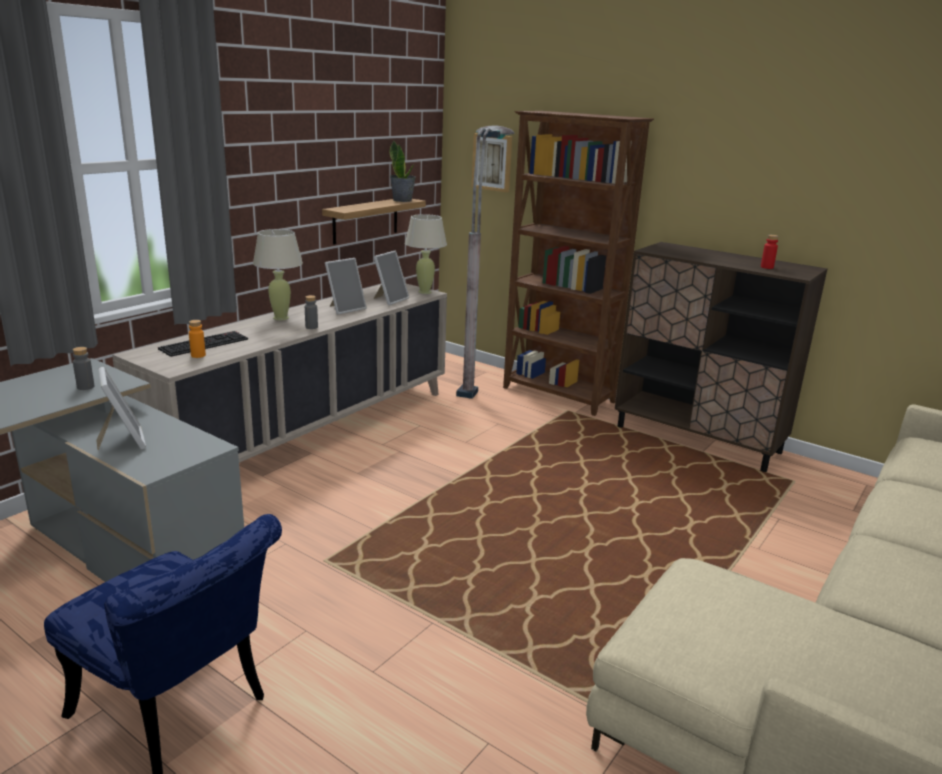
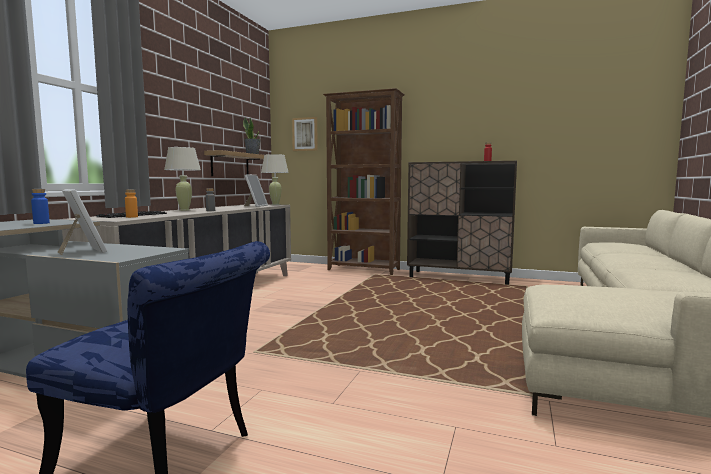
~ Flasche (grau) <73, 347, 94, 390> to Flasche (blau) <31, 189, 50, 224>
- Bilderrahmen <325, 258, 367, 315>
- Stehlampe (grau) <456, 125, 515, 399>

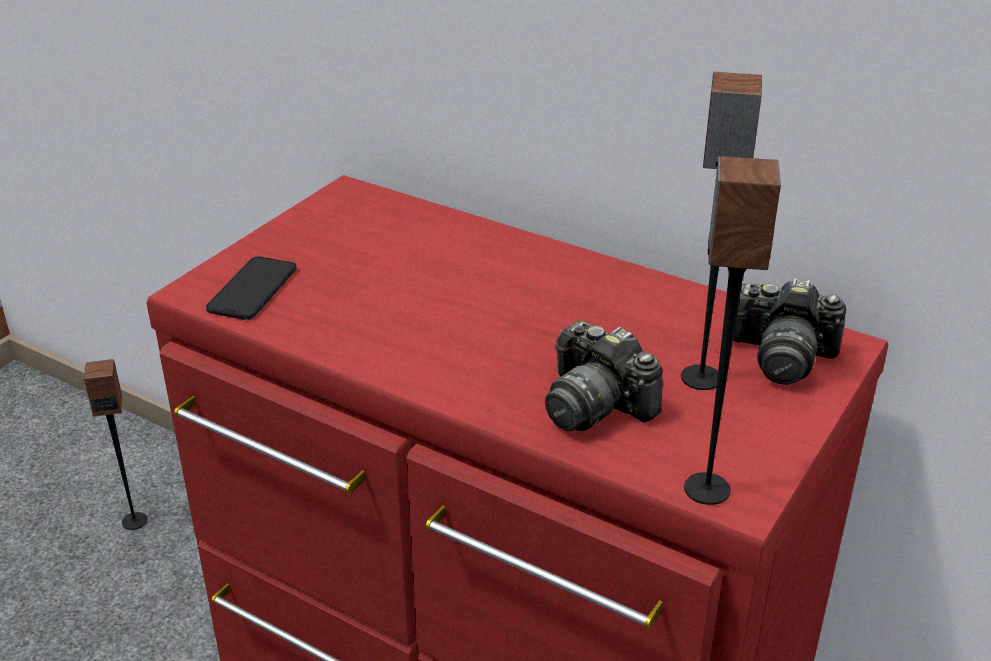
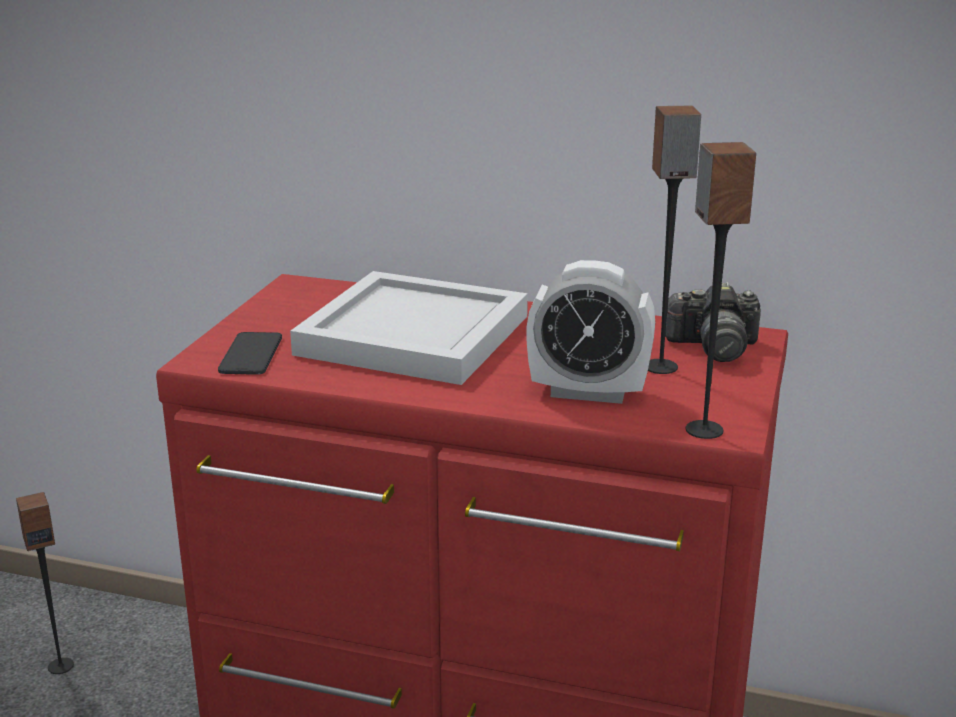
~ Kamera <545, 320, 663, 431> to Wecker <526, 260, 655, 404>
+ Tablett (weiß) <290, 271, 528, 385>

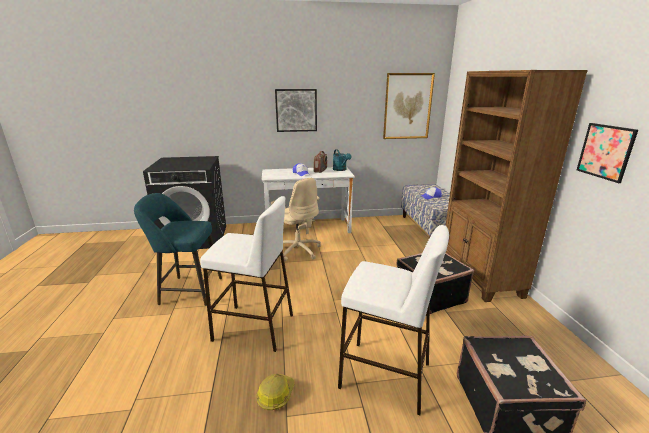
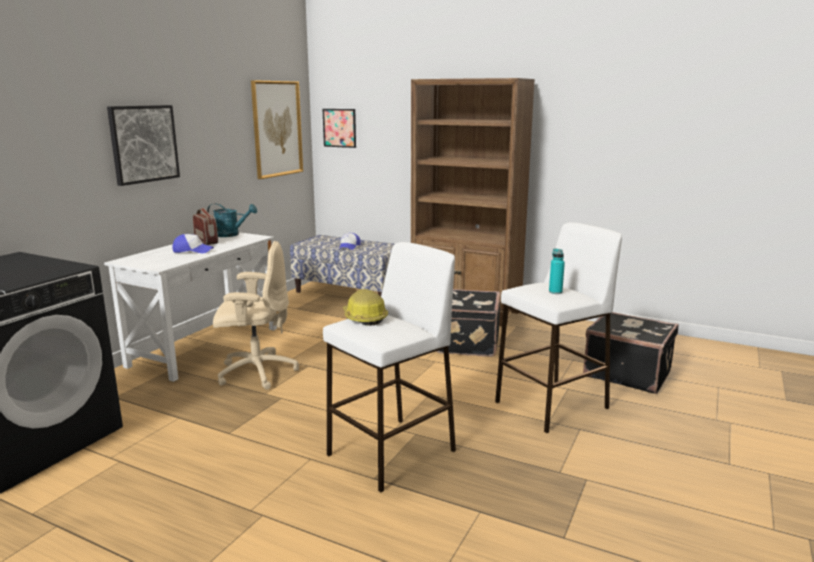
- Hocker (türkis) <134, 193, 222, 306>
~ Schutzhelm <256, 374, 295, 410> to <343, 289, 388, 326>
~ Bild <577, 123, 638, 183> to <323, 109, 356, 148>
+ Flasche (türkis) <549, 248, 565, 294>

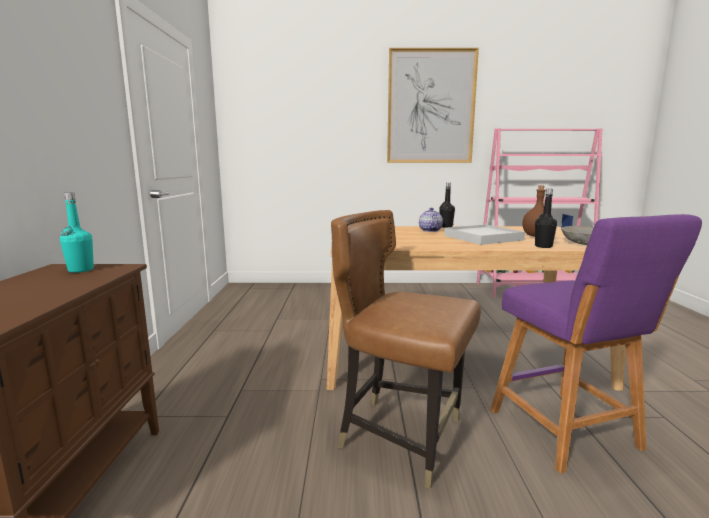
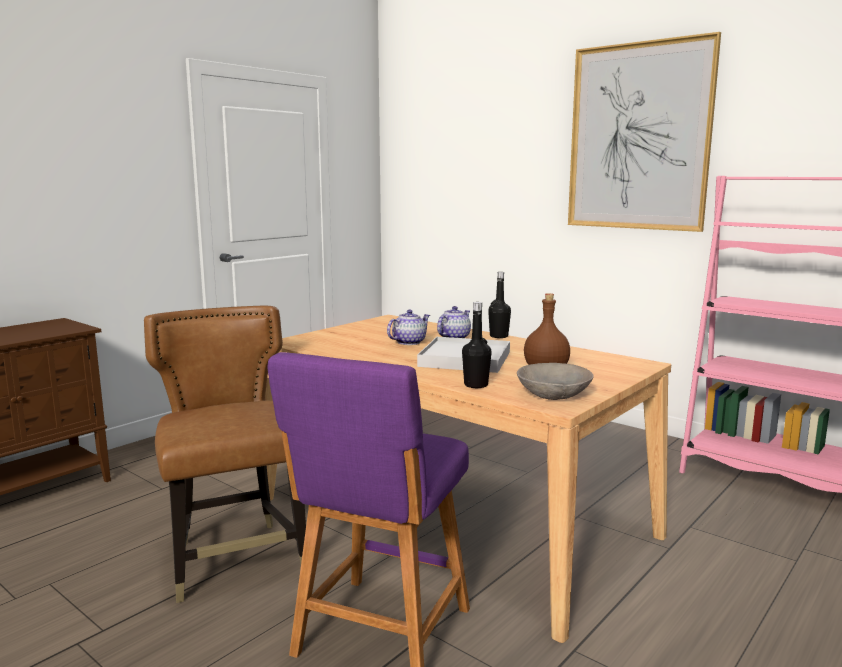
- Flasche (türkis) <60, 192, 94, 273>
+ Teekanne <387, 310, 430, 345>

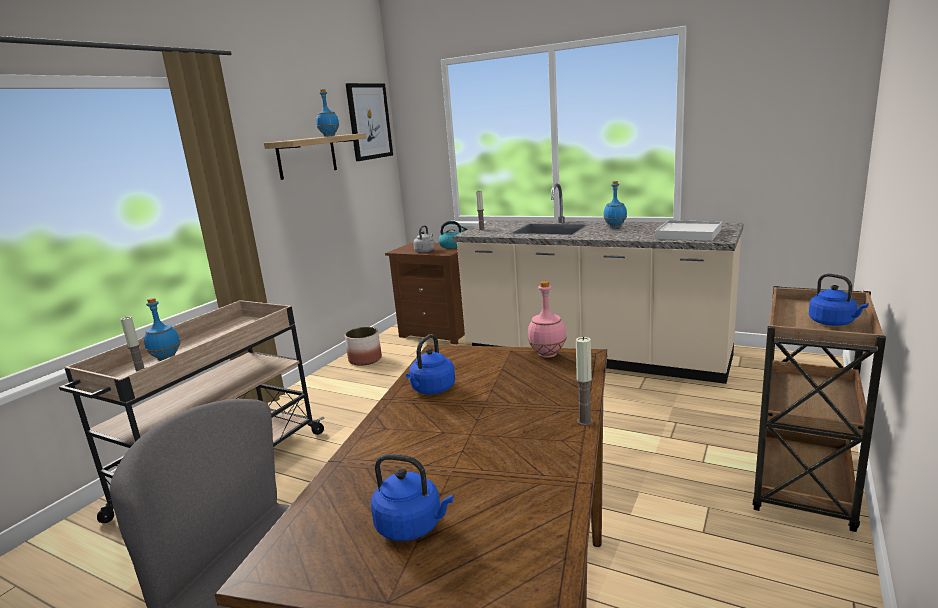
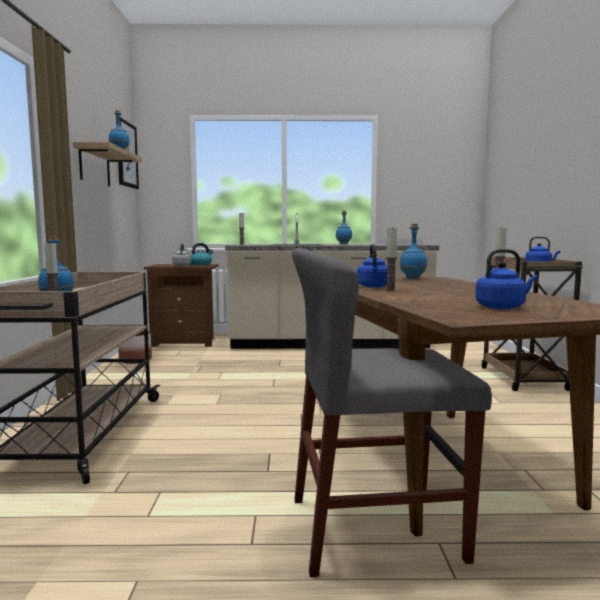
~ Flasche (rosa) <528, 281, 567, 358> to Flasche (blau) <399, 224, 427, 279>
+ Kerze <385, 226, 397, 291>

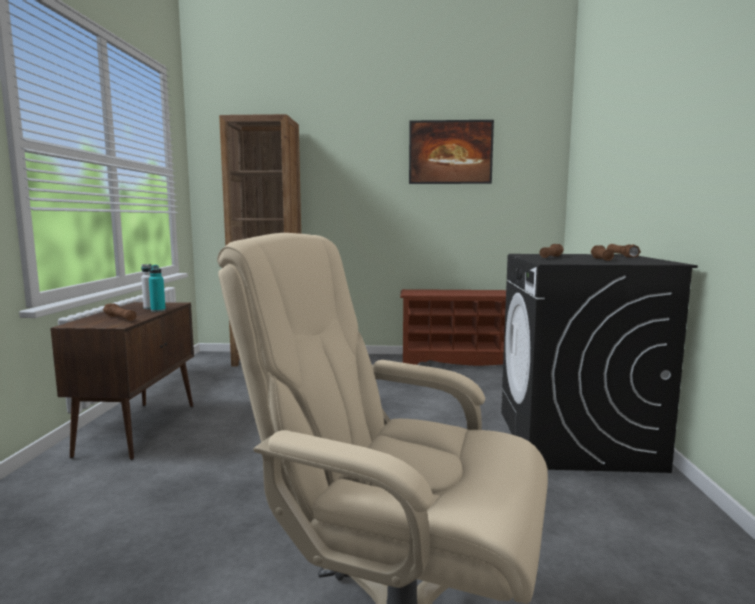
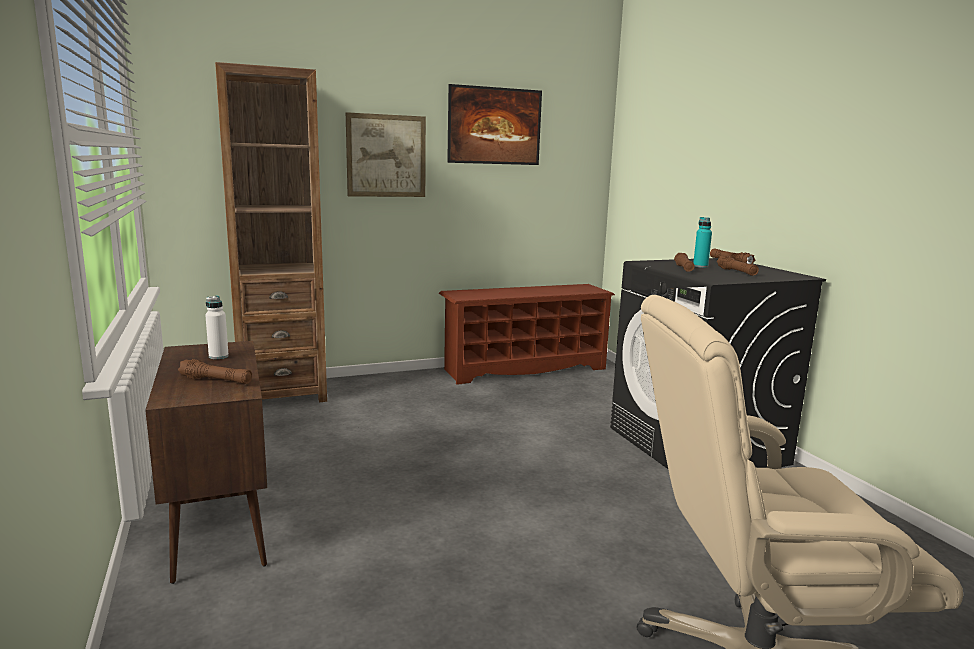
~ Flasche (türkis) <149, 265, 166, 312> to <693, 217, 712, 268>
+ Bild <346, 112, 426, 197>

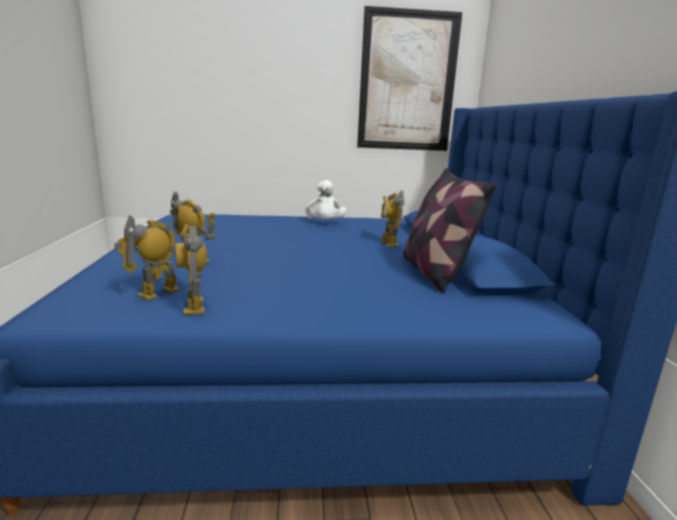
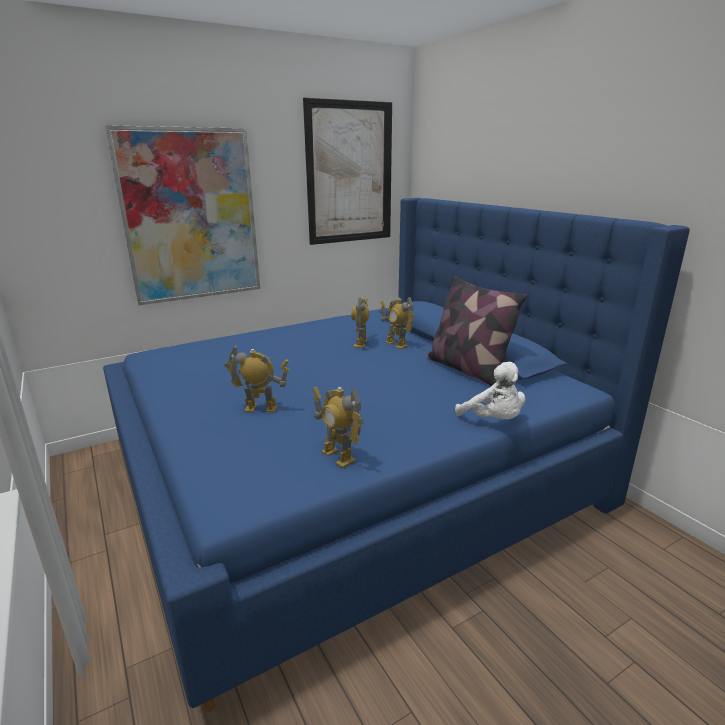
~ Spielzeugroboter <114, 215, 190, 300> to <352, 297, 369, 348>
~ Plüschtier (weiß) <305, 180, 346, 219> to <455, 362, 525, 419>
+ Bild <105, 125, 260, 305>

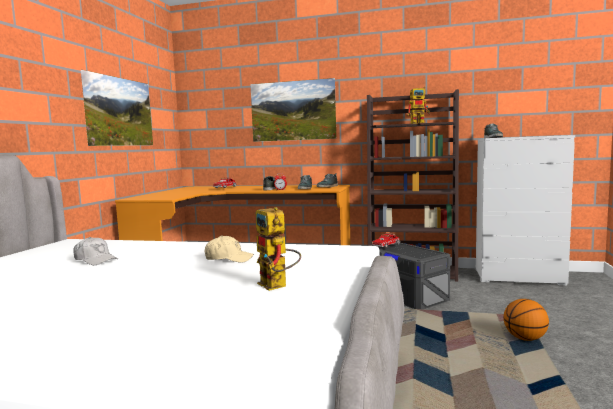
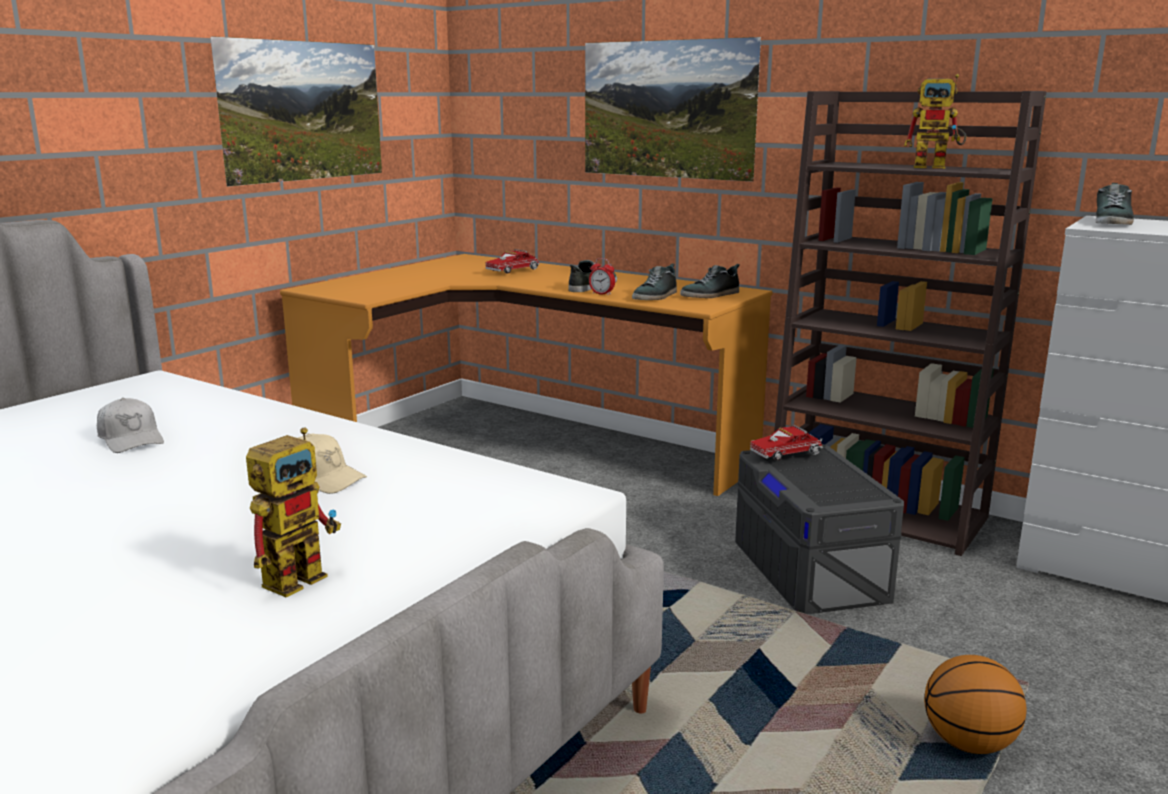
~ Spielzeugroboter <256, 207, 301, 291> = <246, 427, 341, 598> 135 degrees counterclockwise

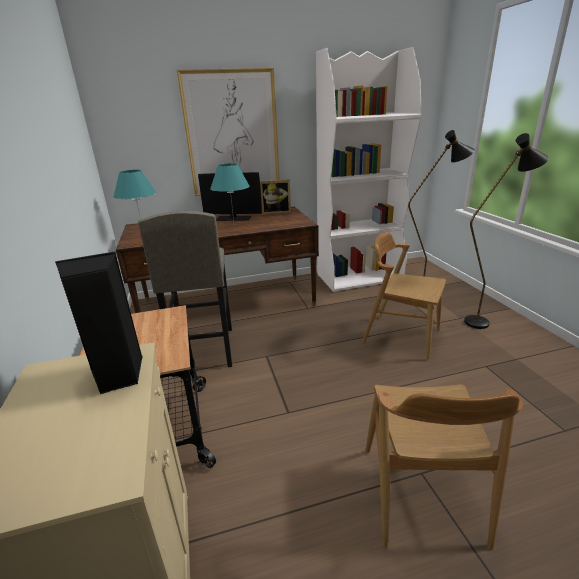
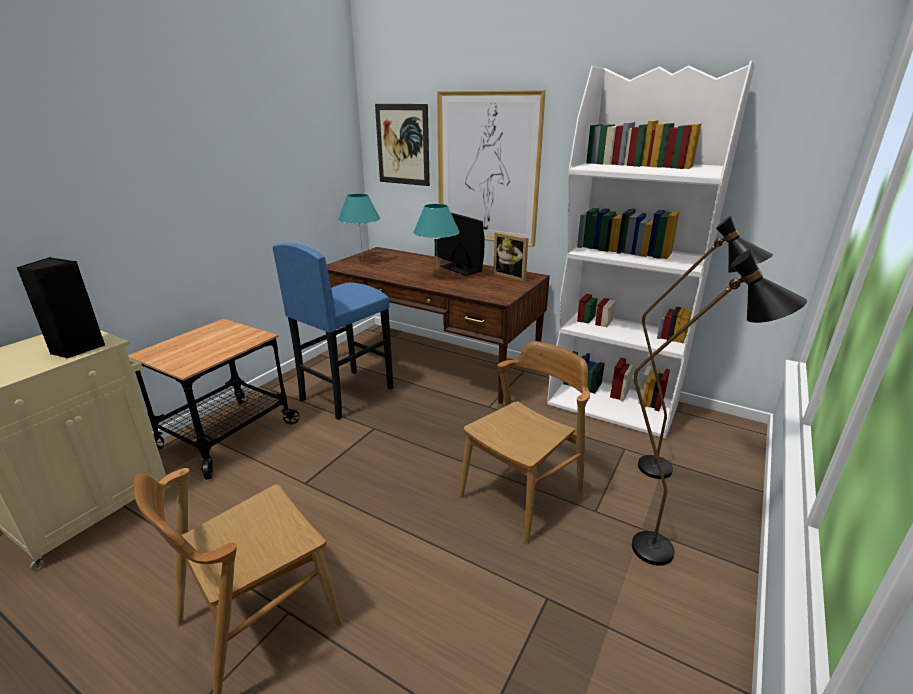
~ Hocker (grau) <138, 211, 232, 367> to Hocker (blau) <273, 243, 393, 420>
~ Stuhl (braun) <362, 231, 446, 360> = <459, 341, 590, 544> 60 degrees clockwise
+ Bild <375, 104, 430, 186>

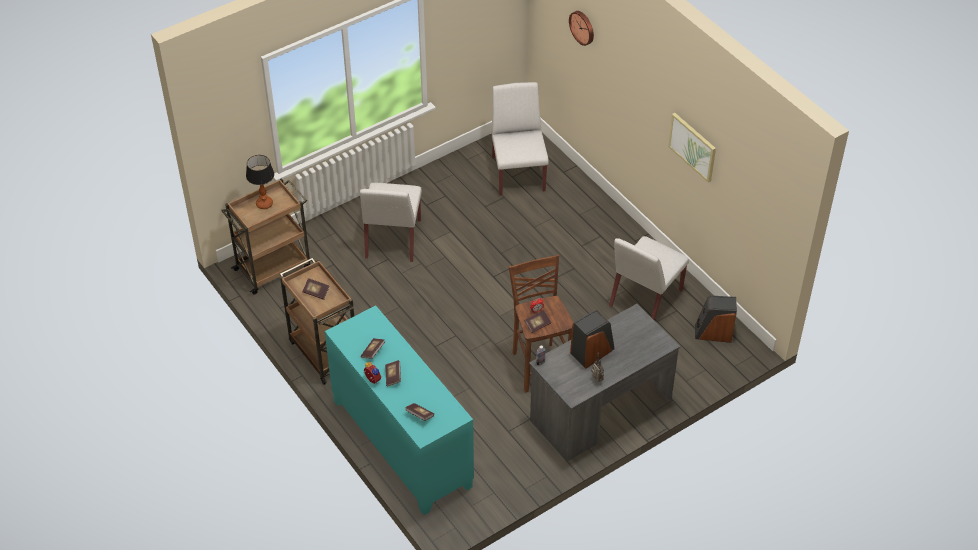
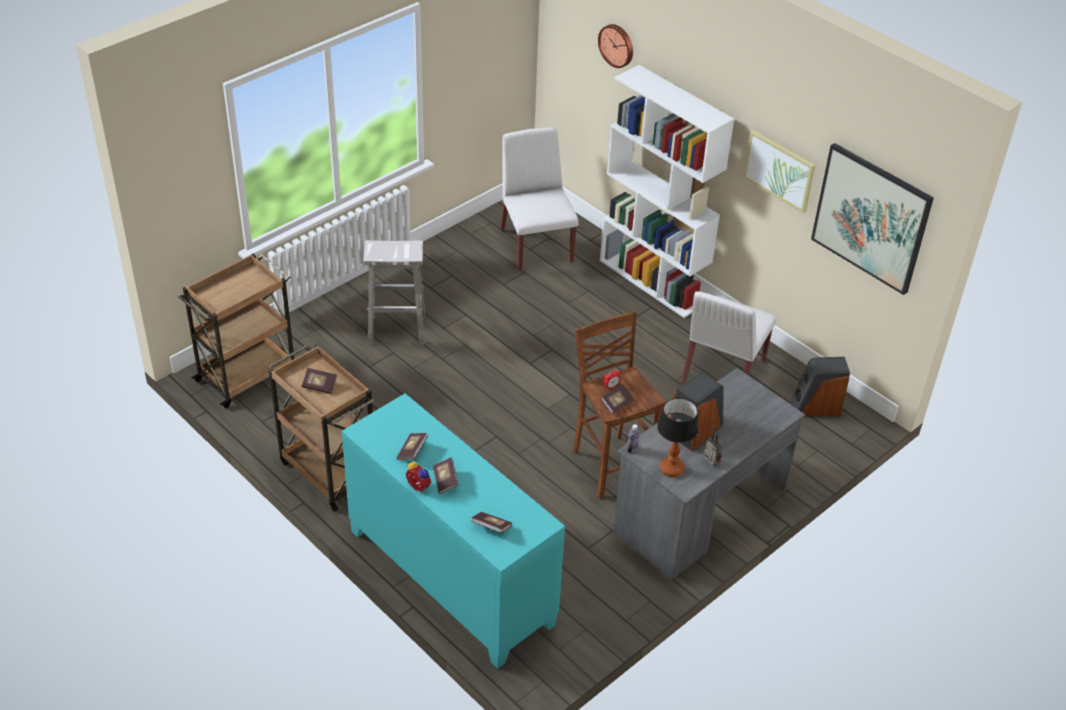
~ Tischlampe <246, 155, 274, 209> to <657, 398, 699, 477>
~ Stuhl (weiß) <360, 183, 422, 262> to Hocker (weiß) <363, 240, 425, 345>
+ Bücherregal (weiß) <600, 65, 734, 318>
+ Bild <811, 143, 934, 295>

